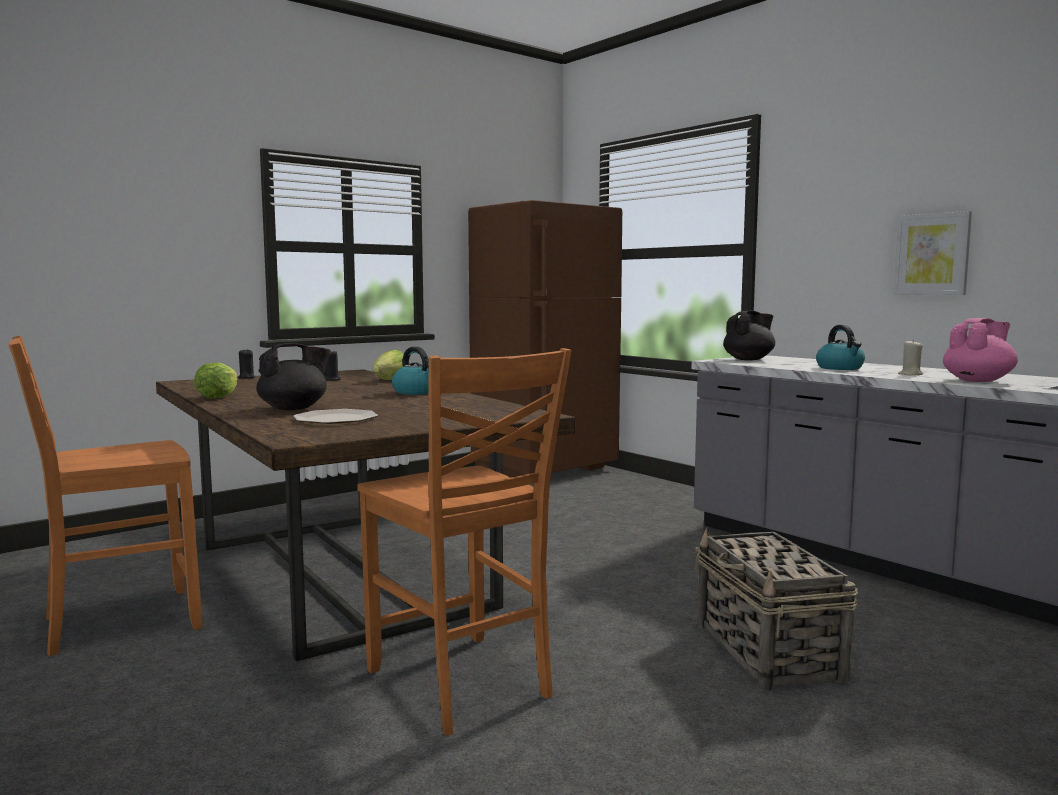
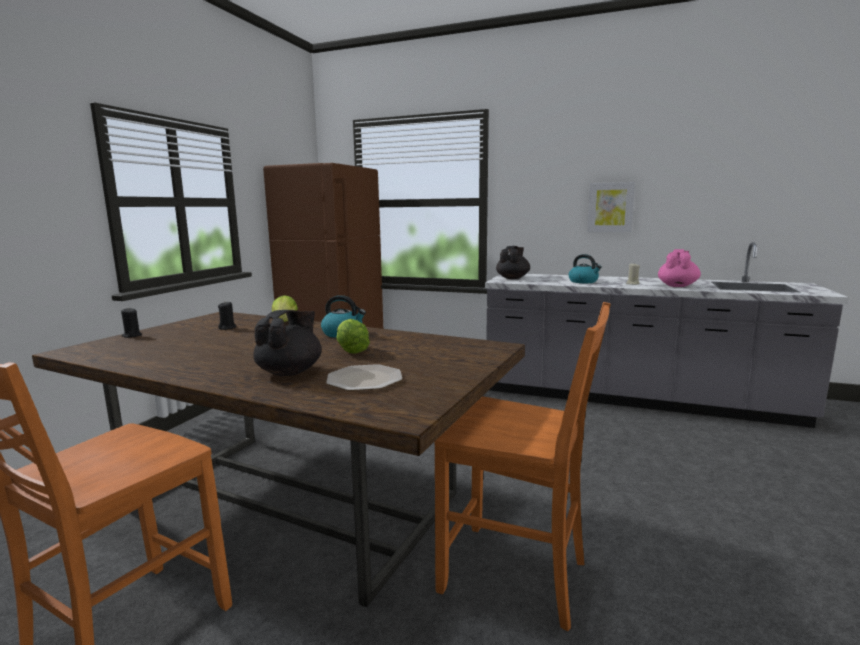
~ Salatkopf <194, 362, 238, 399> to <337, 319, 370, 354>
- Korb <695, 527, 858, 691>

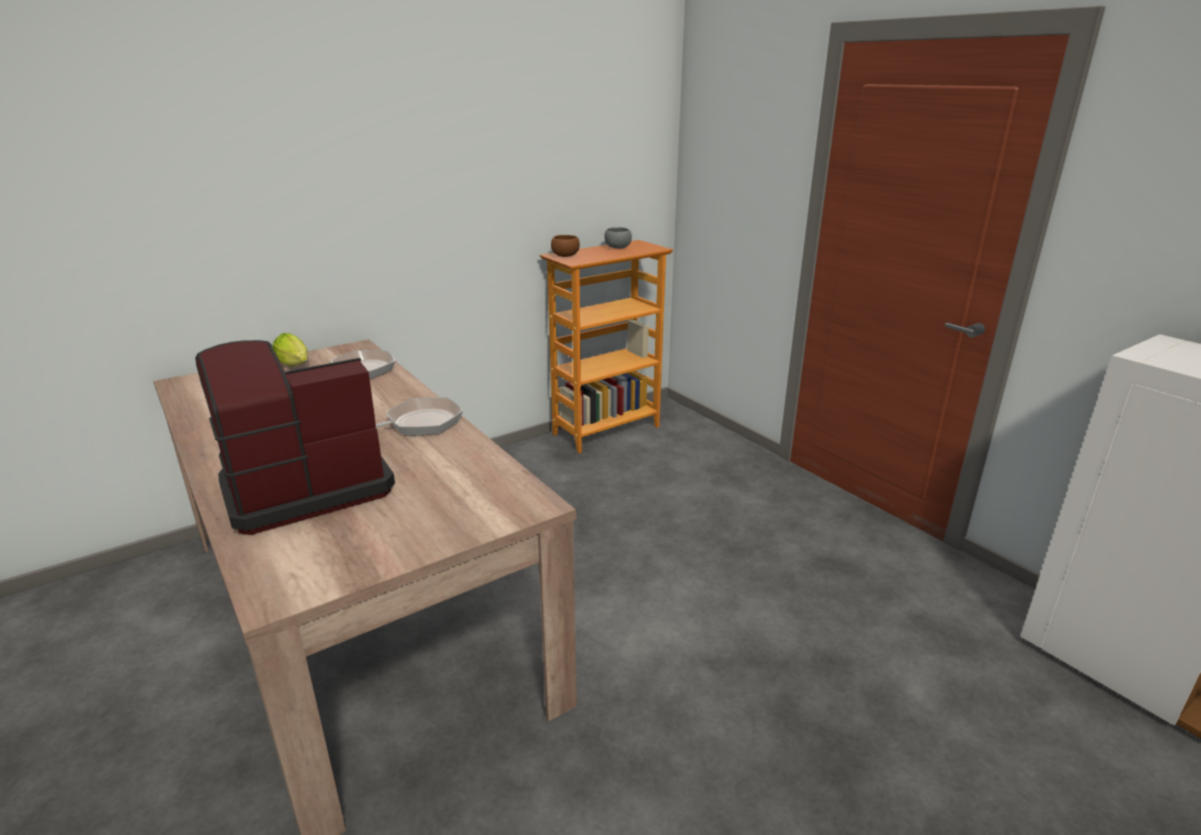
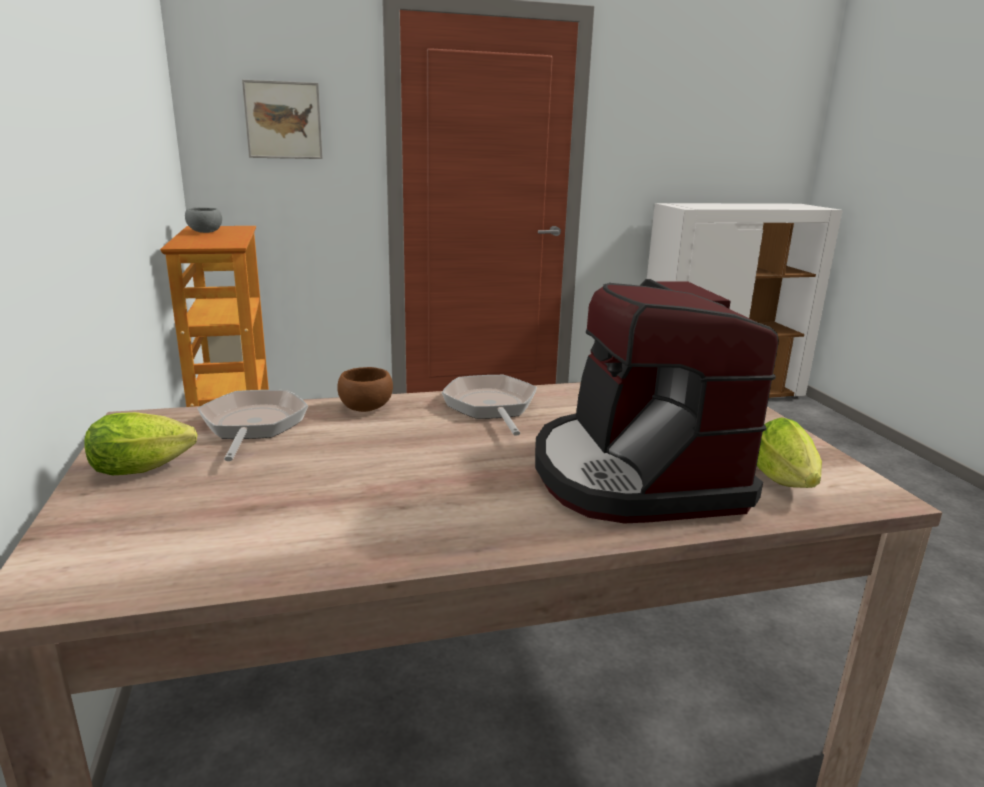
~ Schüssel (braun) <551, 235, 580, 257> to <337, 367, 393, 412>
+ Bild <242, 80, 323, 159>
+ Salatkopf <757, 417, 822, 488>

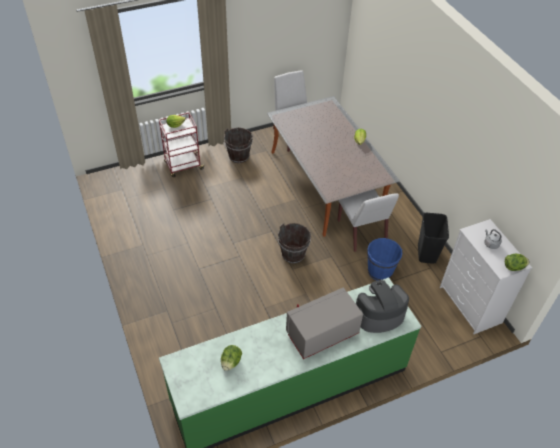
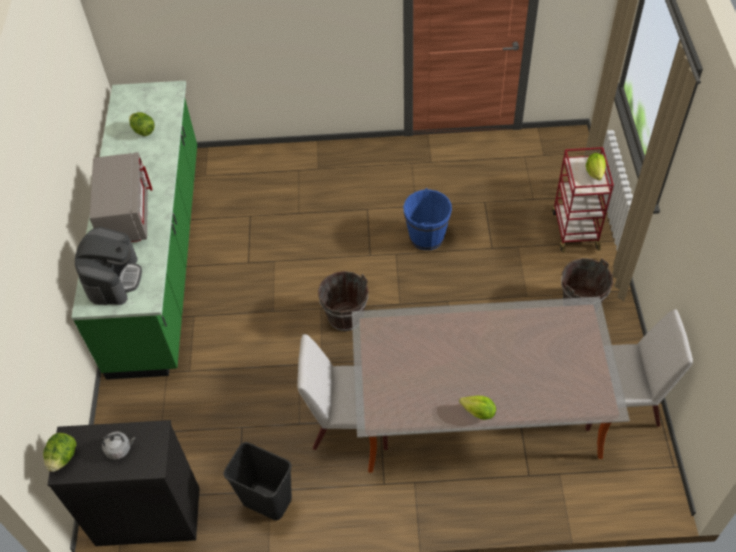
~ Eimer (blau) <367, 238, 402, 281> to <403, 188, 452, 250>
~ Kommode (weiß) <440, 219, 532, 334> to Kommode (schwarz) <47, 420, 200, 546>

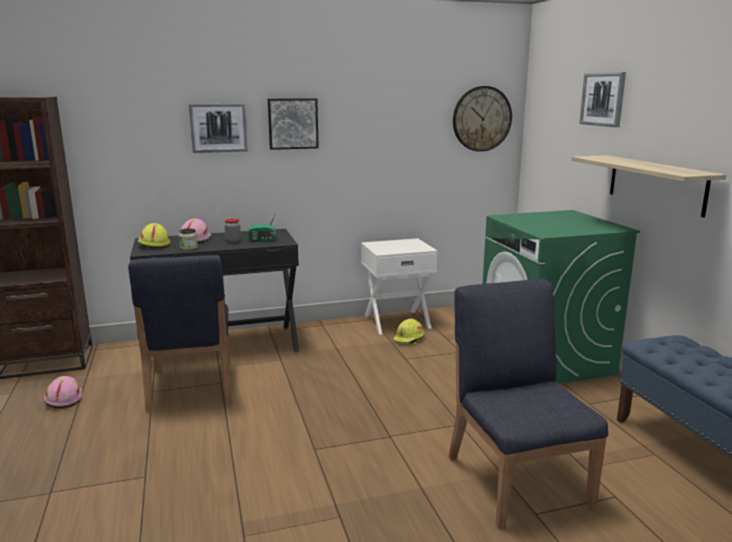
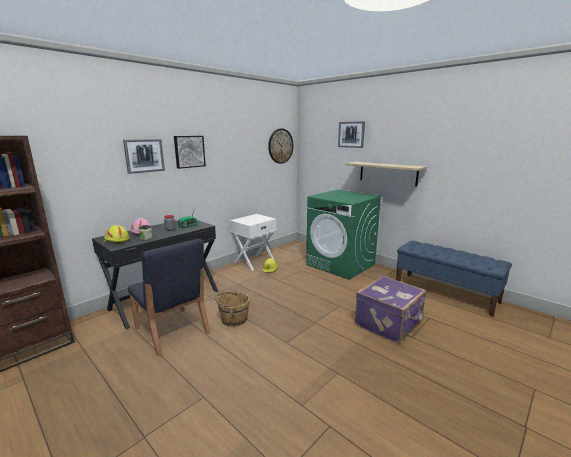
- Schutzhelm (rosa) <44, 376, 82, 408>
~ Stuhl (blau) <449, 279, 608, 529> to Koffer (lila) <355, 276, 426, 343>
+ Eimer (braun) <215, 291, 250, 327>

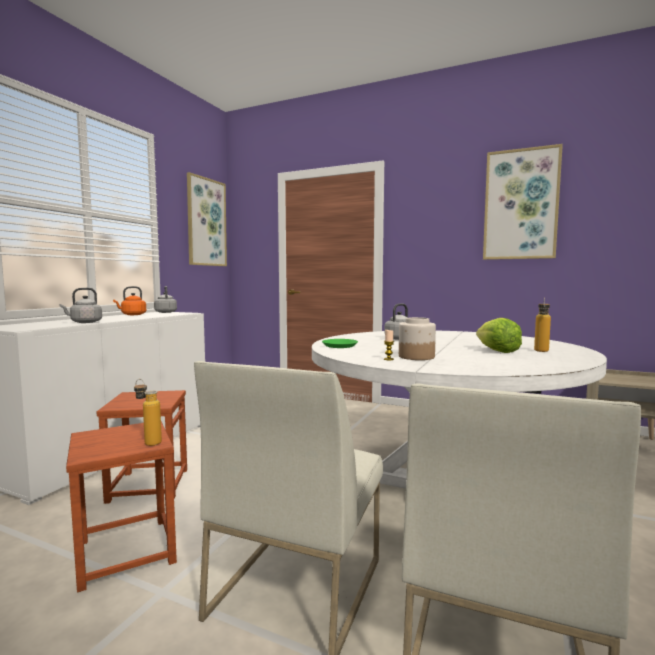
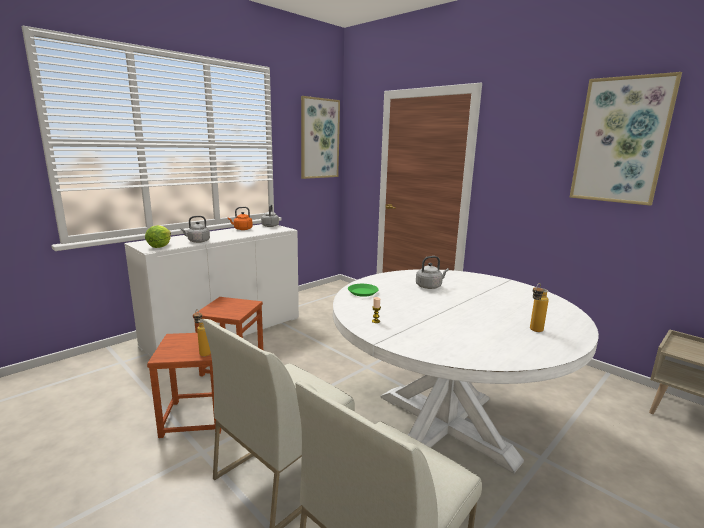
- Vorratsglas <399, 317, 436, 360>
~ Salatkopf <476, 318, 522, 353> to <145, 225, 171, 248>

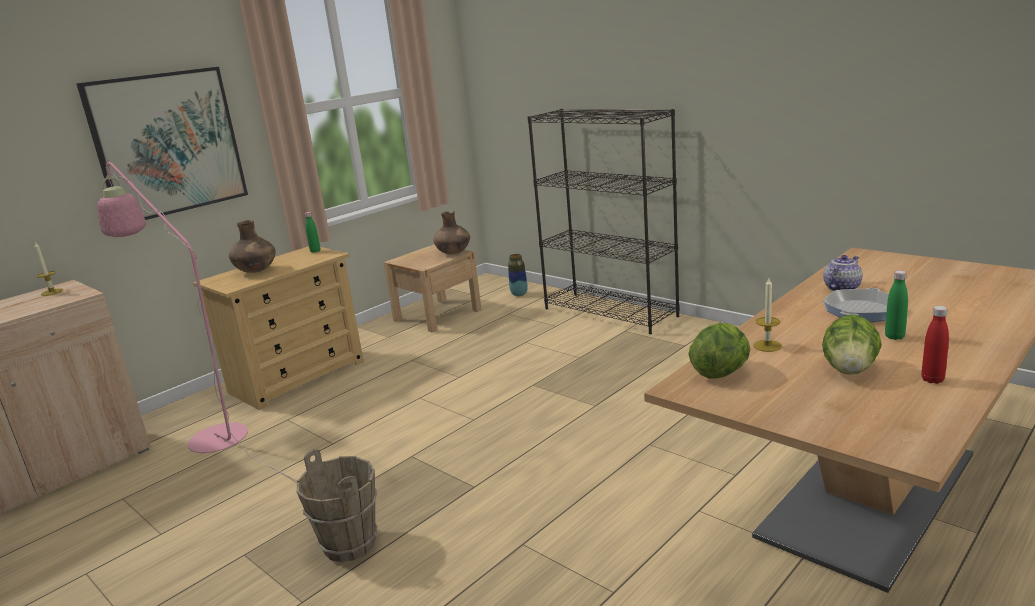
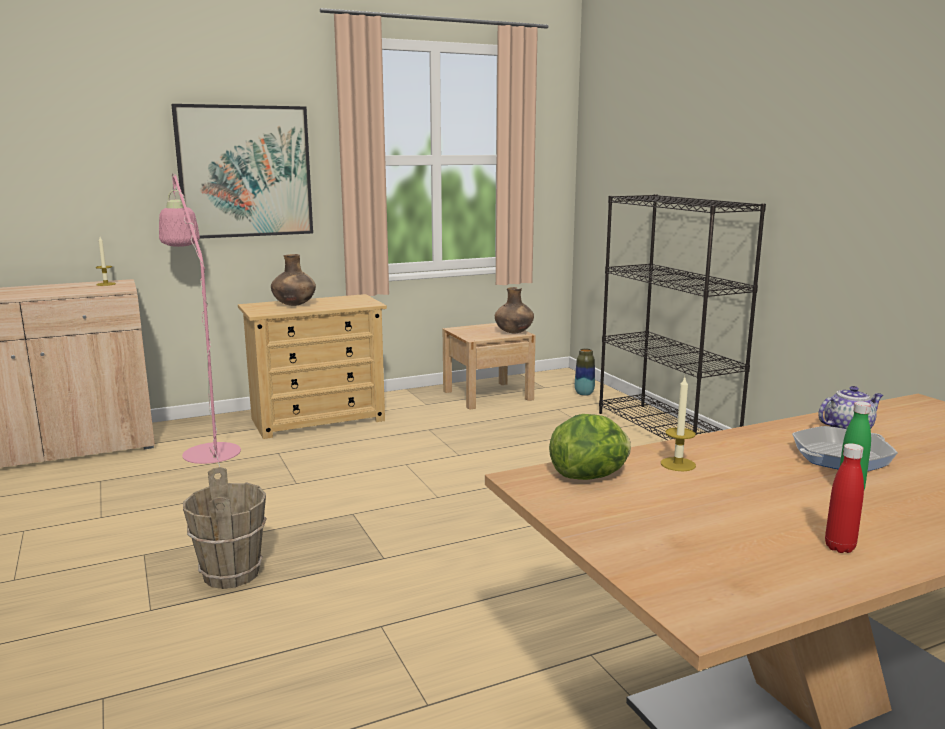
- Flasche (grün) <305, 212, 320, 253>
- Salatkopf <822, 314, 882, 375>

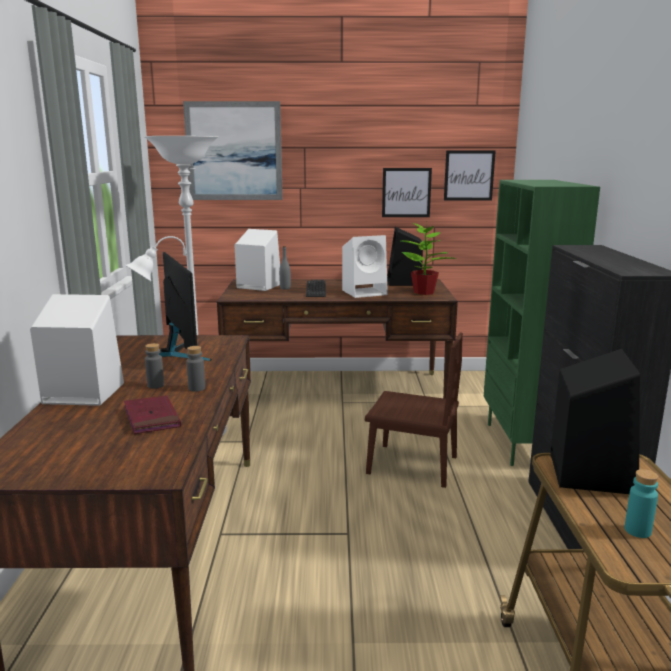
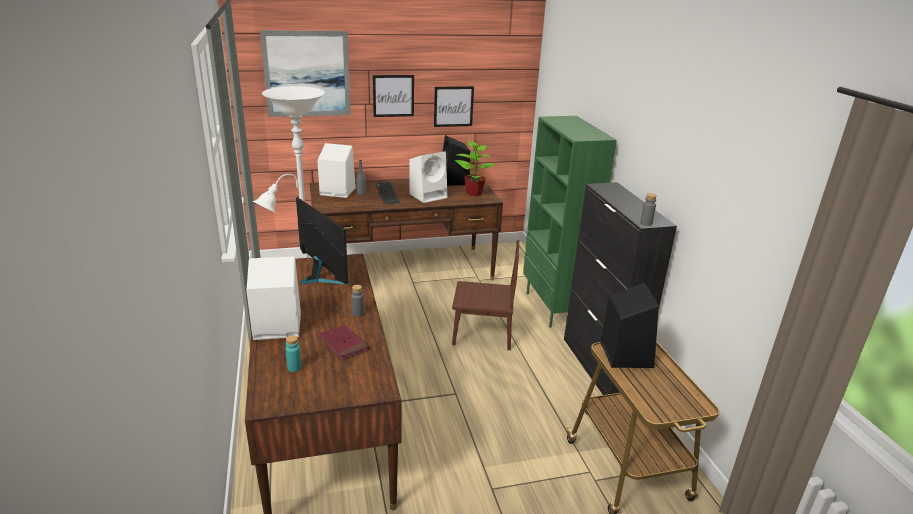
~ Flasche (grau) <145, 343, 164, 389> to <640, 193, 657, 226>
~ Bild <444, 150, 496, 200> to <373, 75, 414, 117>
~ Flasche (türkis) <625, 469, 658, 538> to <285, 335, 302, 372>

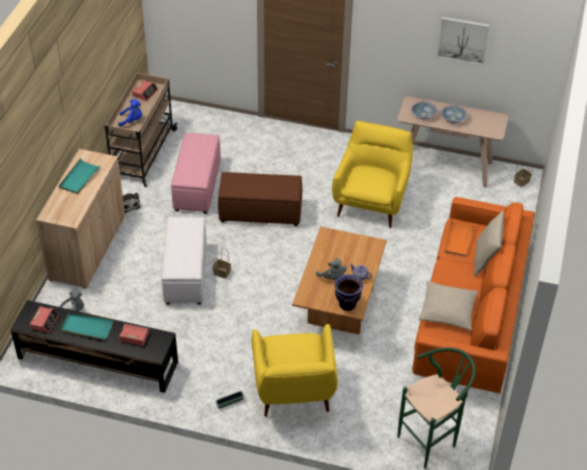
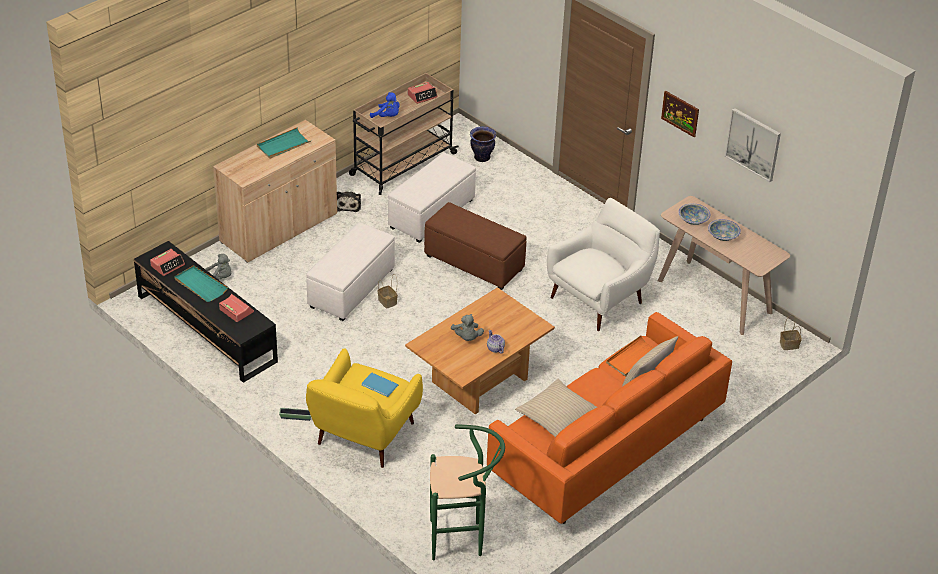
~ Polsterhocker (rosa) <171, 133, 221, 214> to Polsterhocker (weiß) <388, 153, 476, 243>
~ Sessel (gelb) <332, 121, 413, 228> to Sessel (weiß) <547, 198, 660, 331>
~ Vase <335, 275, 363, 311> to <470, 126, 496, 162>
+ Buch (blau) <362, 373, 398, 397>
+ Bild <661, 91, 699, 137>

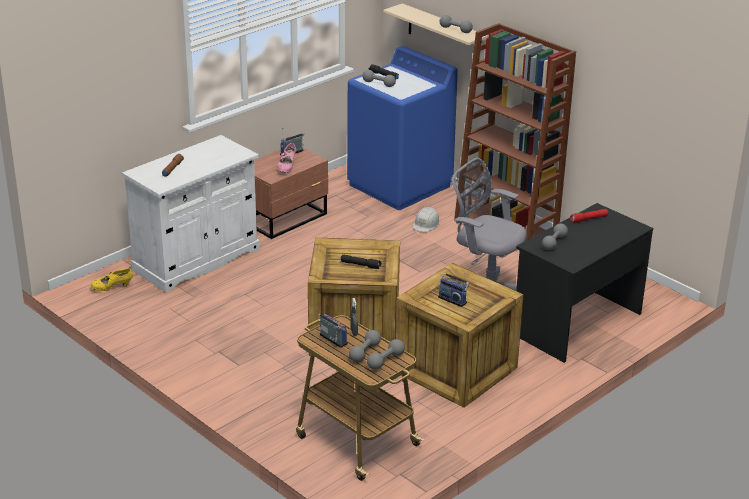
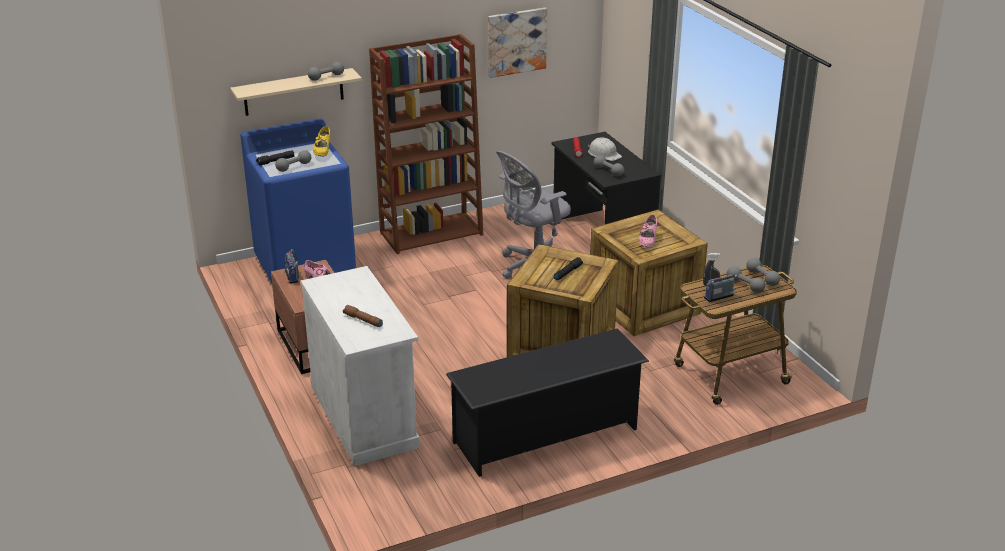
~ Schuh (gelb) <91, 268, 133, 291> to <313, 126, 330, 156>
~ Schutzhelm (weiß) <412, 207, 440, 232> to <588, 137, 622, 161>
~ Radio <438, 272, 469, 307> to Schuh (rosa) <639, 215, 657, 248>
+ Schuhregal (schwarz) <446, 328, 649, 477>
+ Bild <488, 8, 547, 78>

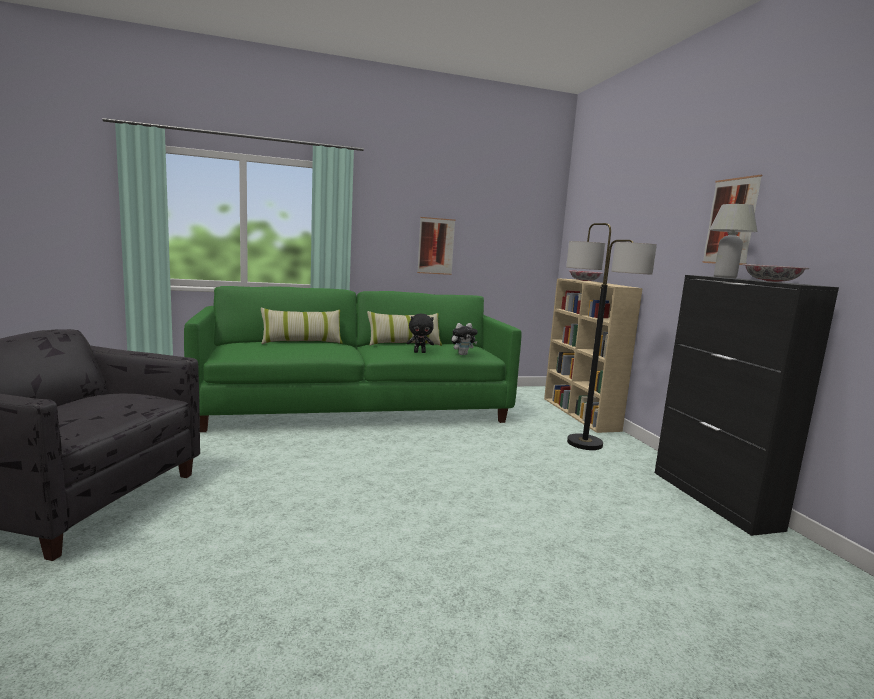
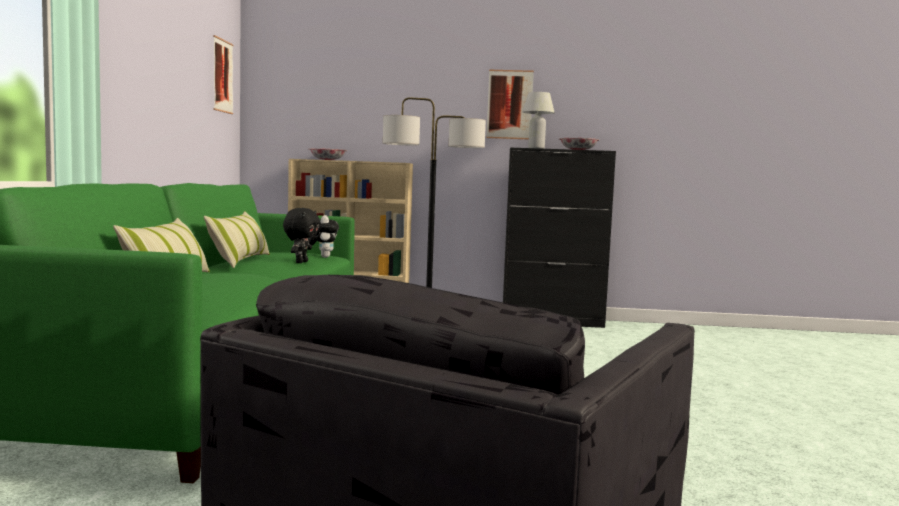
~ Bild <417, 217, 455, 275> to <213, 35, 234, 114>

